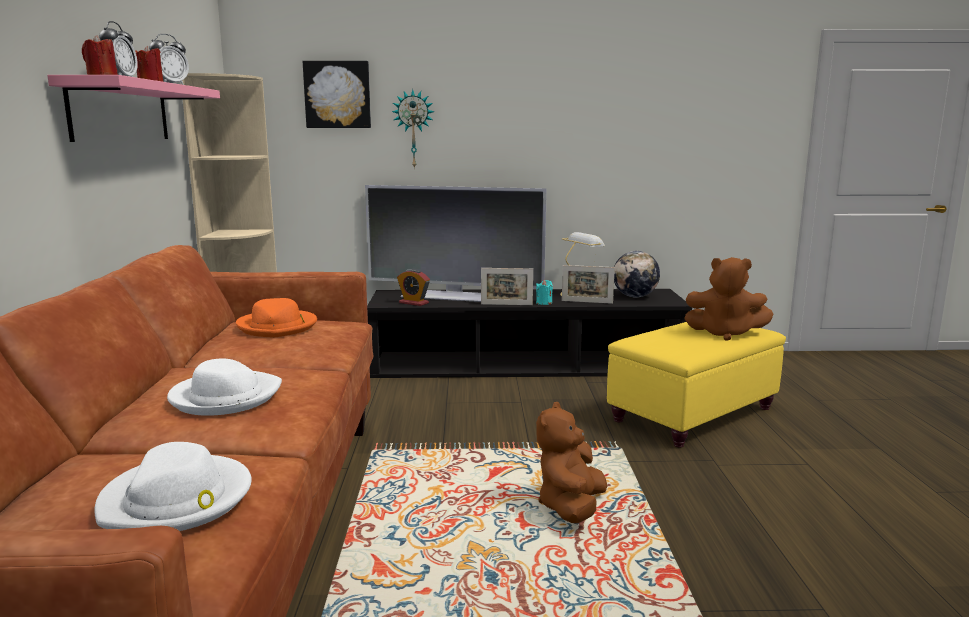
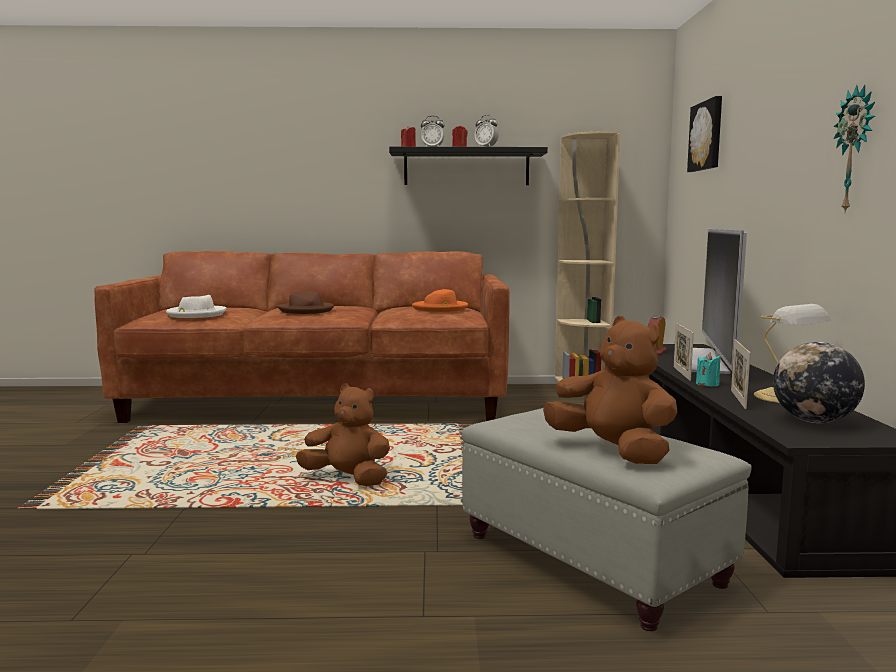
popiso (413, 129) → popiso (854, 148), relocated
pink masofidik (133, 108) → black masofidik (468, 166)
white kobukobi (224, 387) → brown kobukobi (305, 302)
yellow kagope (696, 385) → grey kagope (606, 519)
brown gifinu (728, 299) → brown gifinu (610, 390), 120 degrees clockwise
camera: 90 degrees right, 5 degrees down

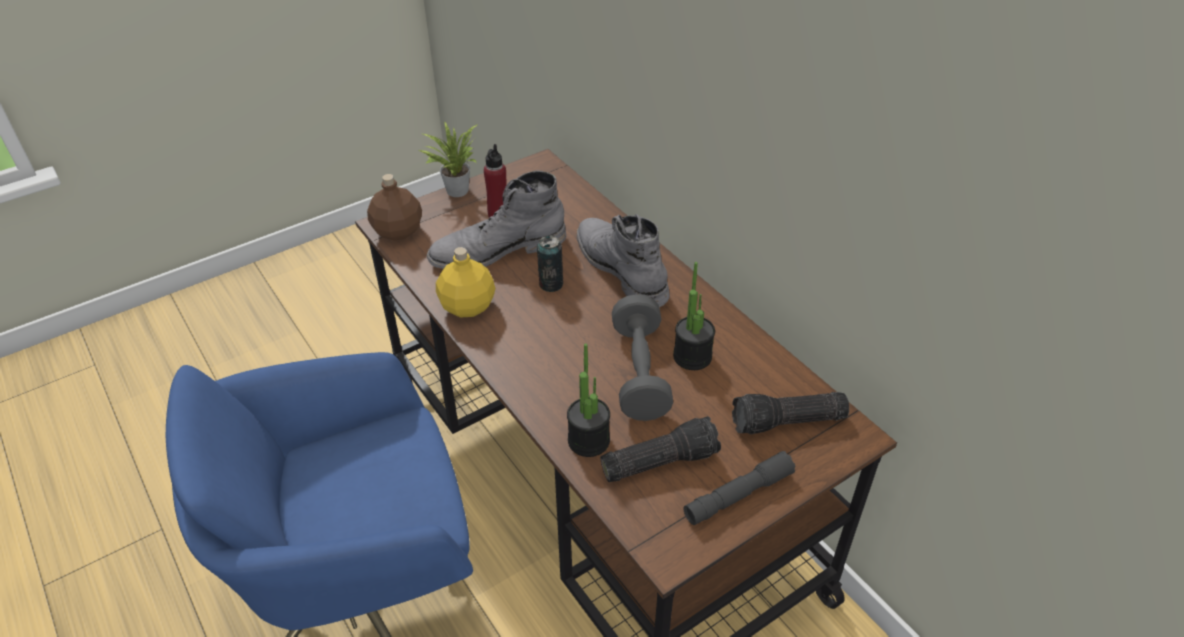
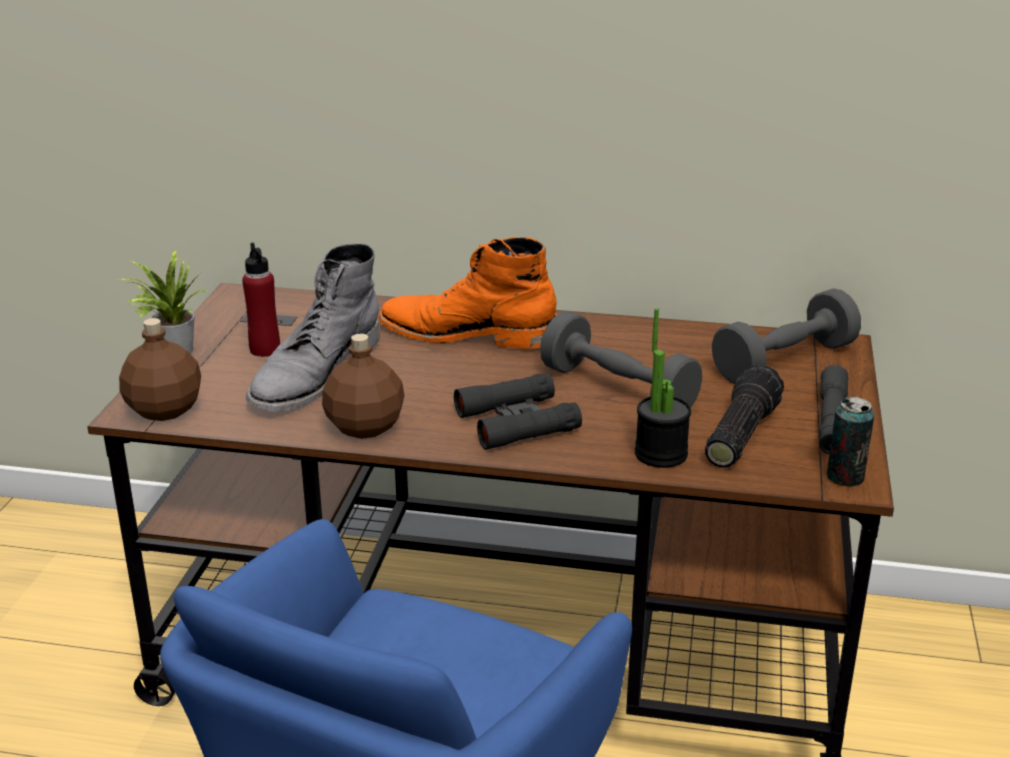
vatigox (694, 316) → -
- → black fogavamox (518, 411)
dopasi (550, 263) → dopasi (850, 442), relocated
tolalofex (790, 413) → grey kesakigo (786, 336)
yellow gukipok (465, 282) → brown gukipok (363, 386)
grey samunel (623, 260) → orange samunel (468, 293)
camera: 45 degrees left, 15 degrees down

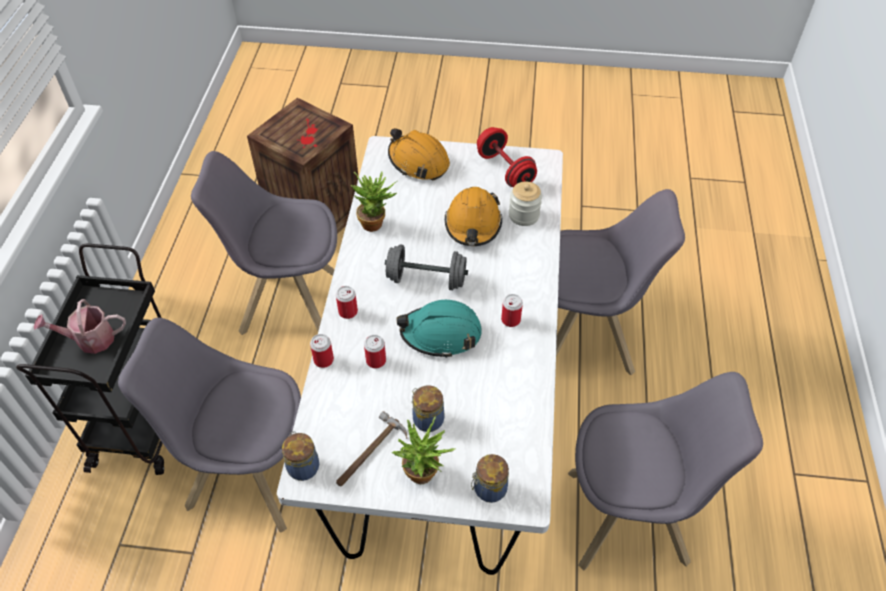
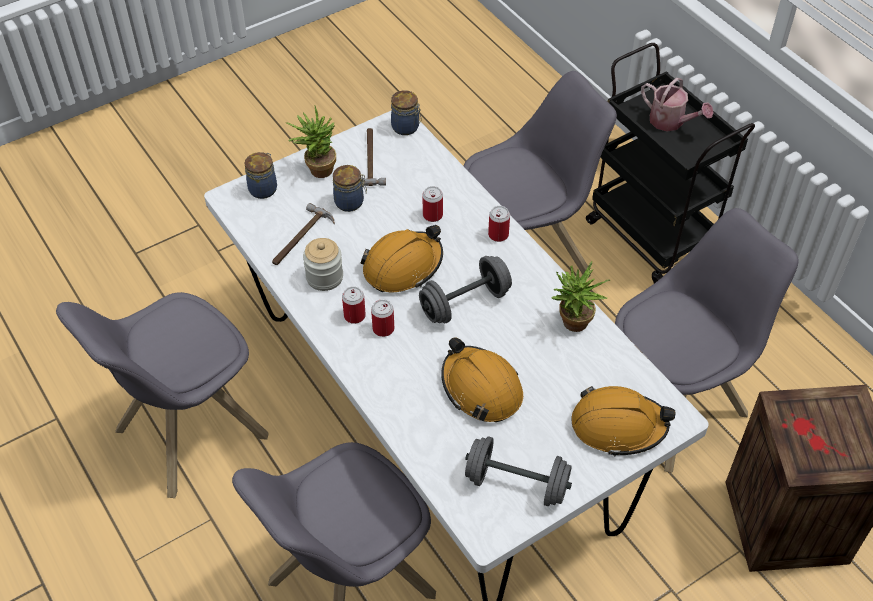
- → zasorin (303, 234)
dopasi (322, 351) → dopasi (382, 318), relocated
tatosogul (525, 204) → tatosogul (323, 264), relocated
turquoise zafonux (439, 329) → orange zafonux (402, 258)
red kesakigo (507, 157) → grey kesakigo (518, 471)
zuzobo (80, 326) → zuzobo (677, 104), 90 degrees clockwise
camera: 140 degrees right, 0 degrees up

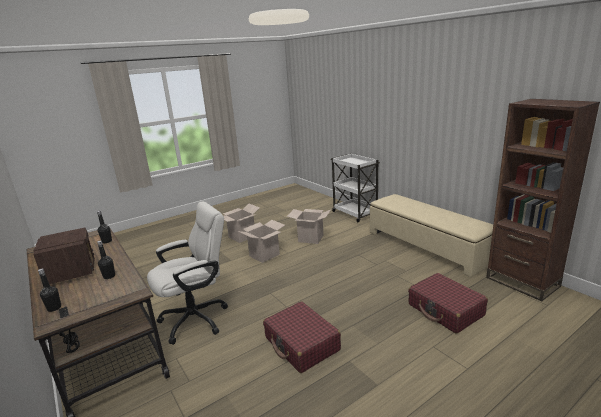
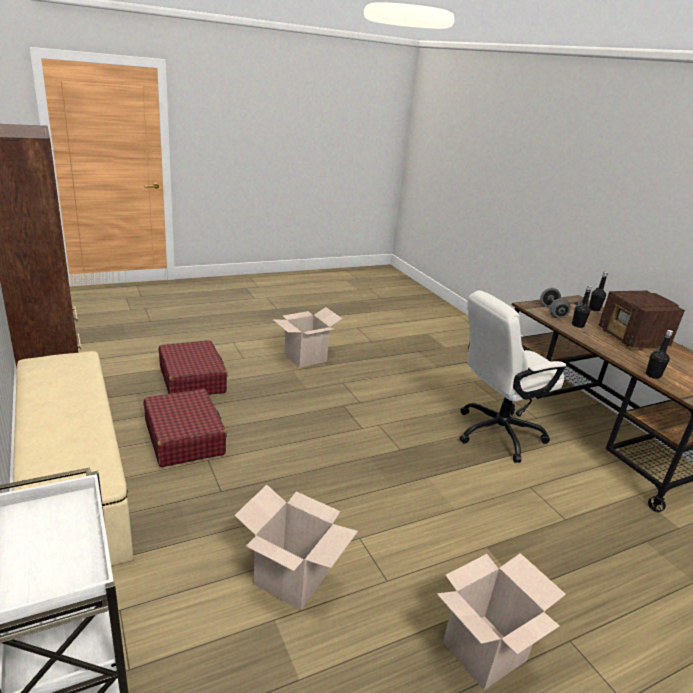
- → grey kesakigo (555, 303)
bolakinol (261, 241) → bolakinol (307, 337), relocated
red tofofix (302, 337) → red tofofix (185, 428), relocated
camera: 175 degrees left, 5 degrees up

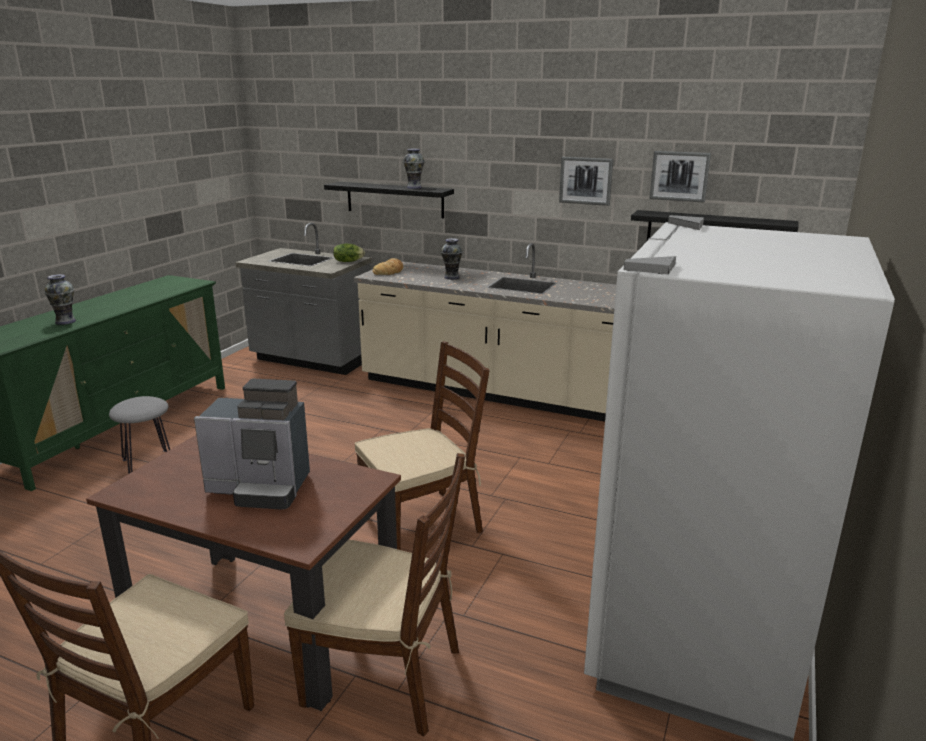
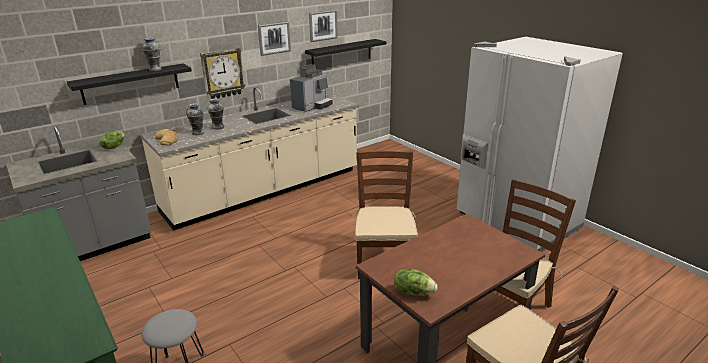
- → popiso (222, 73)
- → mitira (416, 282)
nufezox (60, 299) → nufezox (195, 119), relocated
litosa (252, 444) → litosa (311, 88), relocated
camera: 60 degrees left, 5 degrees up

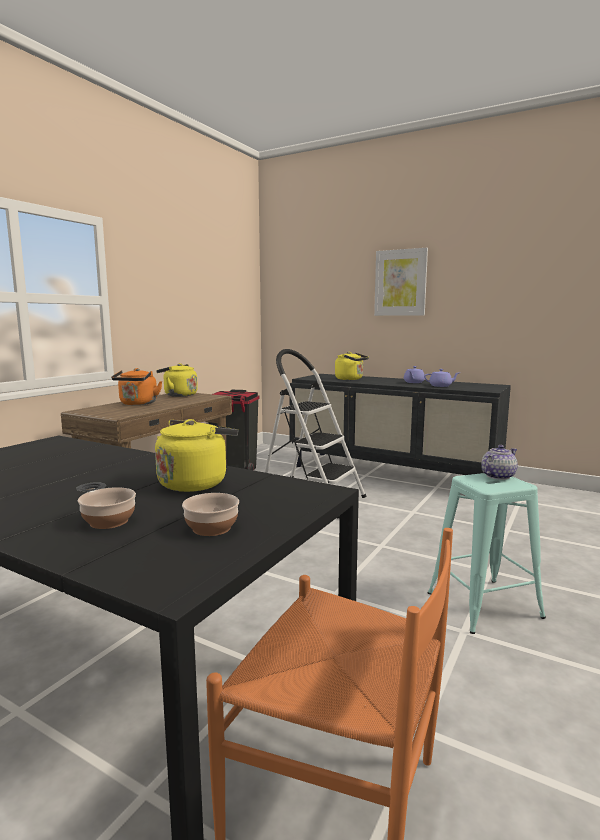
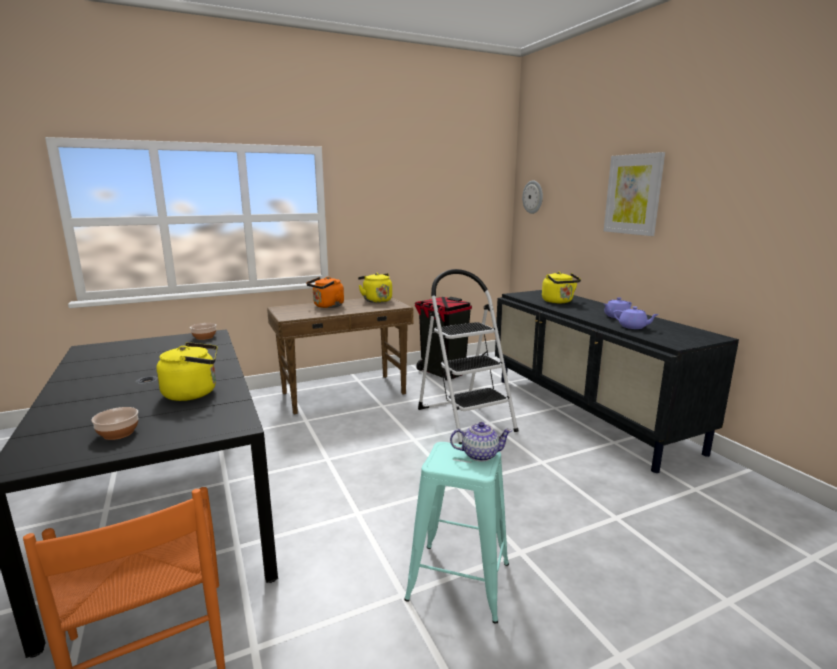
- → popiso (532, 197)
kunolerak (107, 508) → kunolerak (203, 331), relocated
camera: 35 degrees right, 5 degrees up

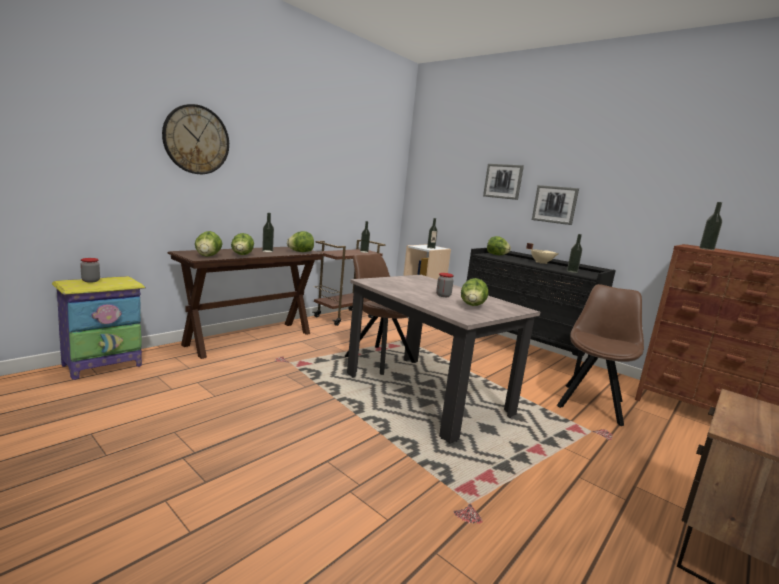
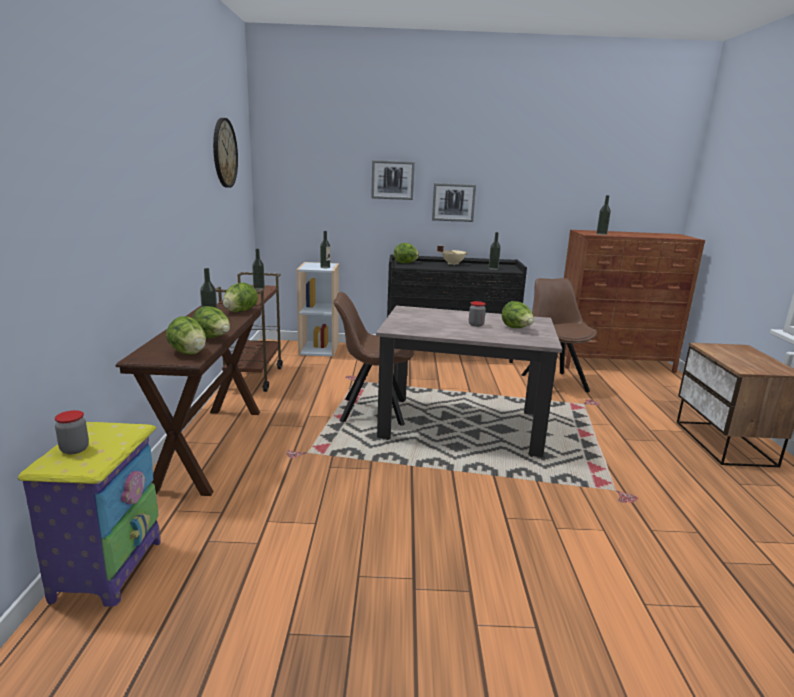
popiso (195, 139) → popiso (225, 153), relocated
camera: 40 degrees left, 5 degrees up

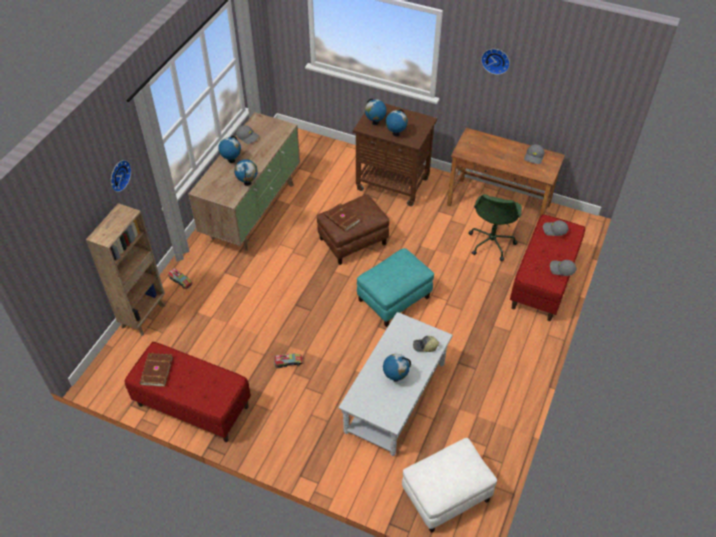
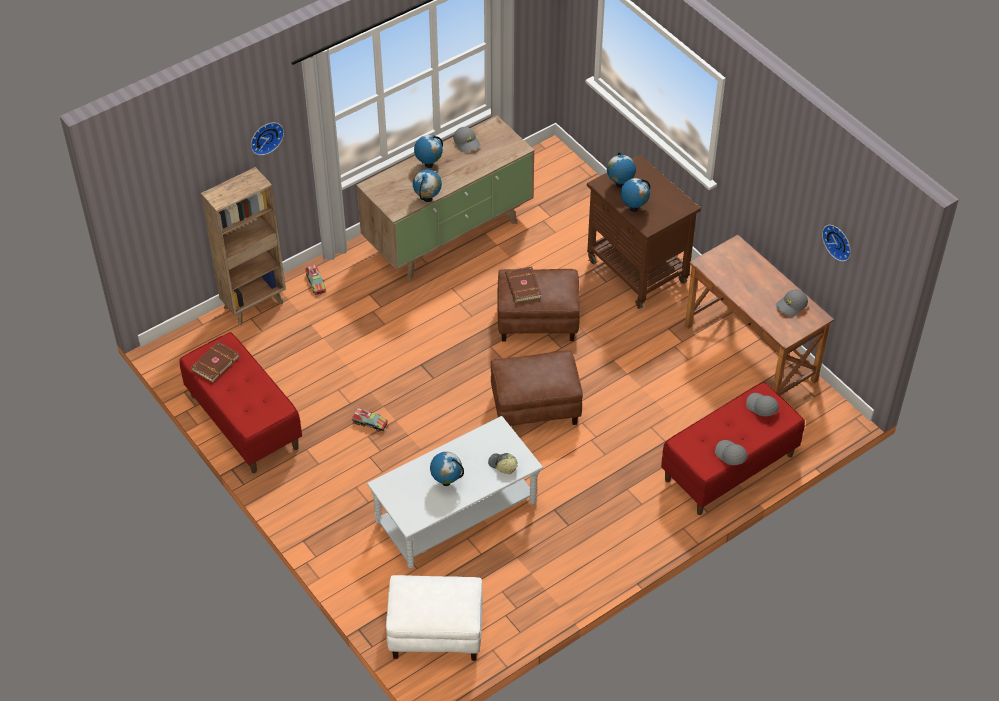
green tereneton (495, 227) → -
popiso (495, 62) → popiso (836, 243), relocated
turquoise kagope (395, 287) → brown kagope (537, 388)
camera: 30 degrees right, 0 degrees up

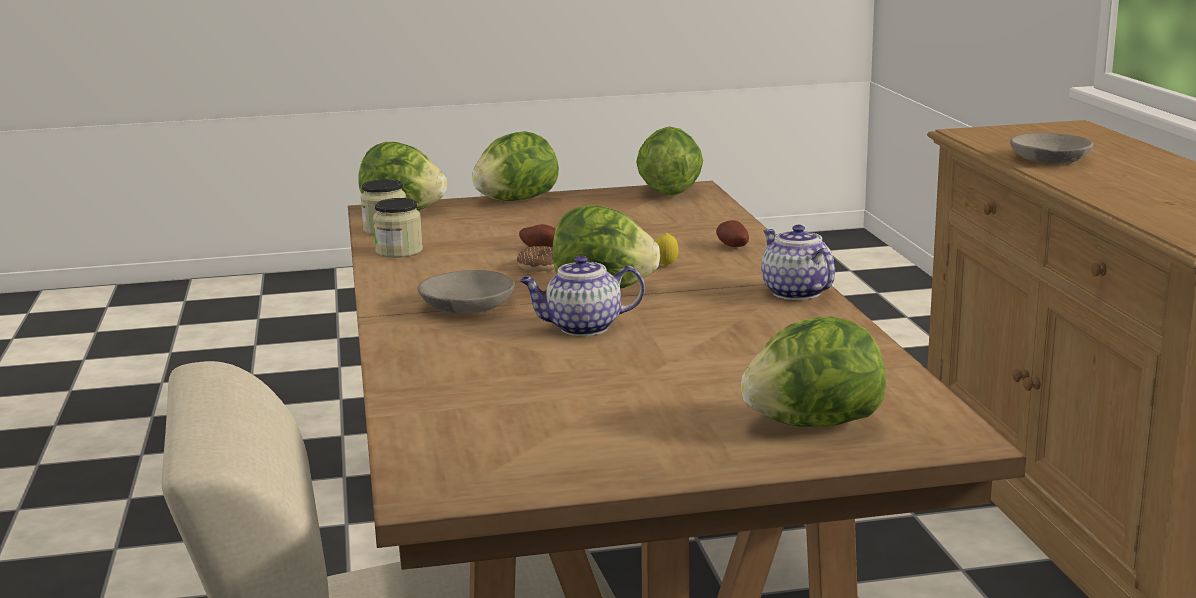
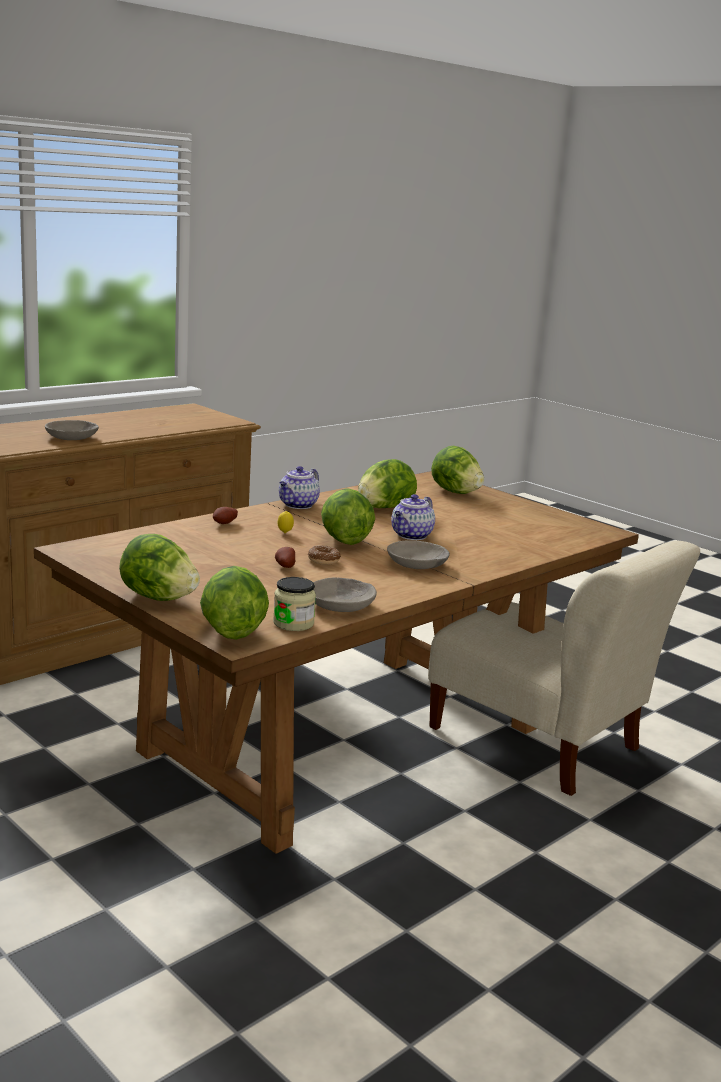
mitira (669, 161) → mitira (387, 483), relocated
tatosogul (398, 228) → grey kunolerak (345, 594)
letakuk (582, 295) → letakuk (413, 517), 75 degrees clockwise
camera: 125 degrees left, 0 degrees up

